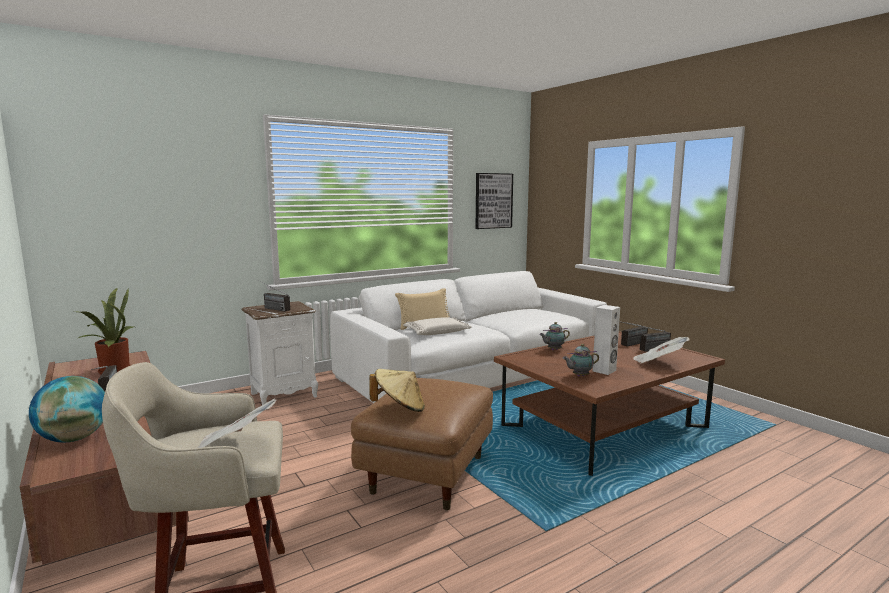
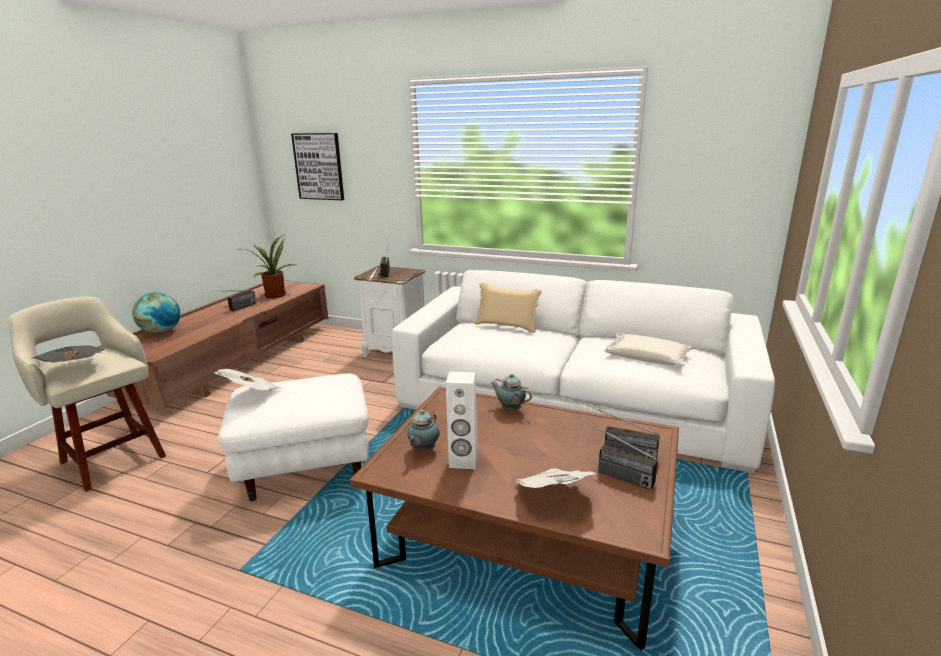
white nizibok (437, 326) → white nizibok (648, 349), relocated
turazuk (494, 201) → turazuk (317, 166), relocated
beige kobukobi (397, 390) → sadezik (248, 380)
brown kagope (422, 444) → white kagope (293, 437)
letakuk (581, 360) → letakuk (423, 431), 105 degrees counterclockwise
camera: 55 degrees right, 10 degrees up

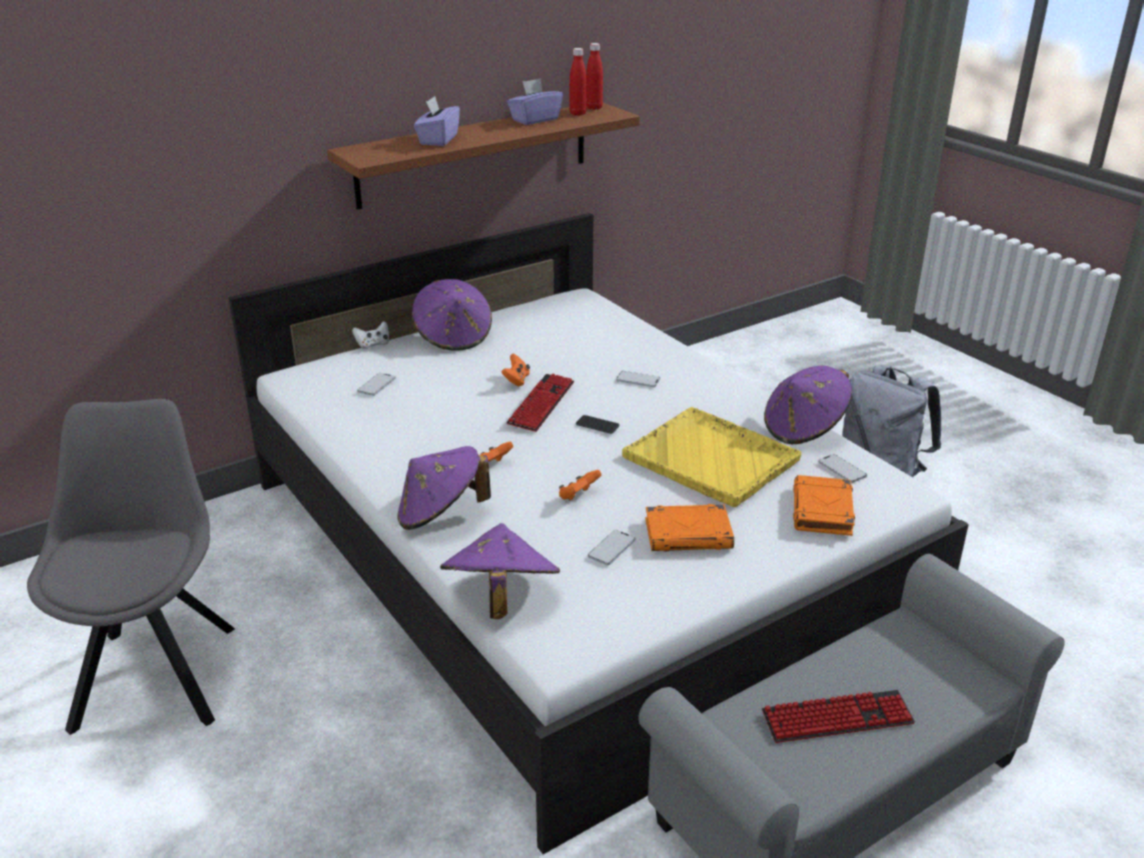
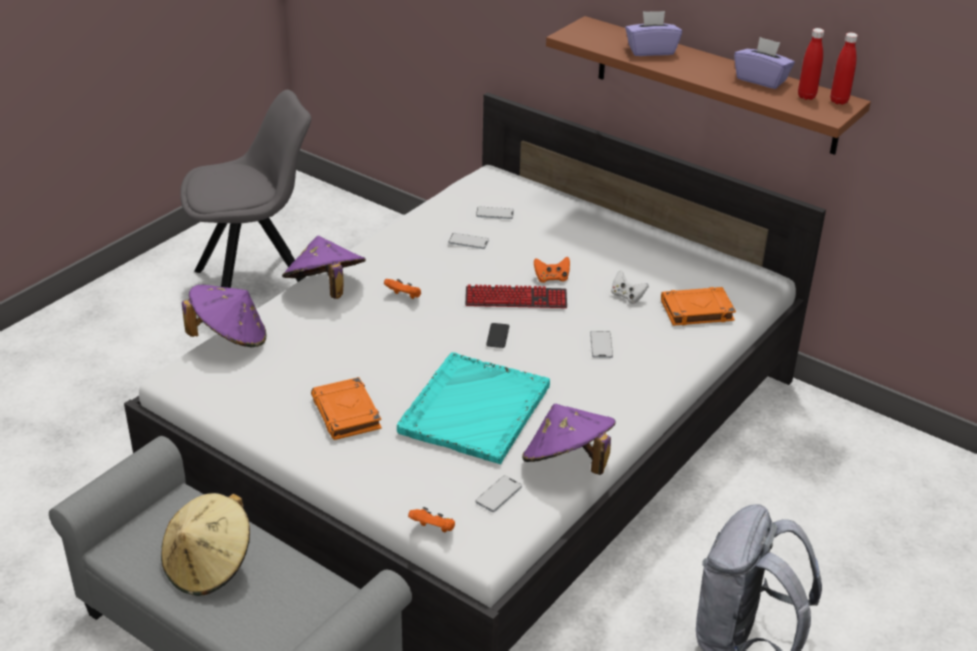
purple kobukobi (452, 315) → -
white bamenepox (370, 335) → white bamenepox (630, 287), relocated
orange bamenepox (580, 485) → orange bamenepox (431, 520), relocated
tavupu (611, 547) → tavupu (468, 241), relocated
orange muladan (824, 505) → orange muladan (698, 306), relocated
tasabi (838, 716) → beige kobukobi (205, 544)
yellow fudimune (711, 457) → turquoise fudimune (473, 408)
camera: 70 degrees right, 5 degrees up

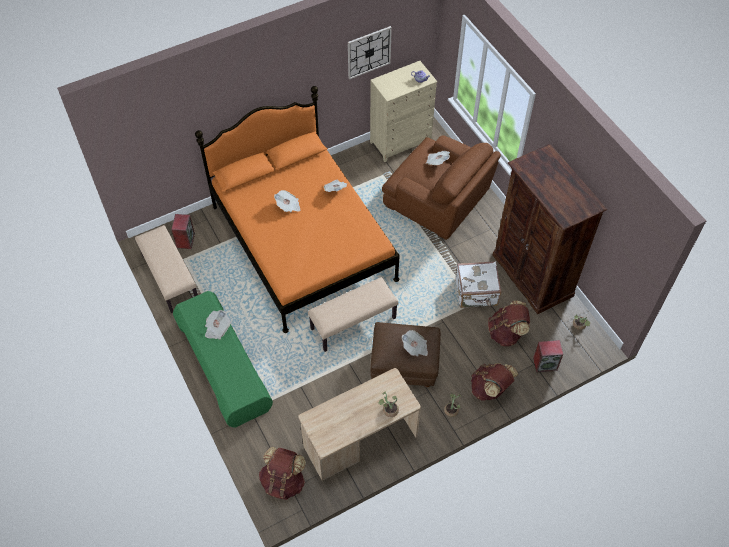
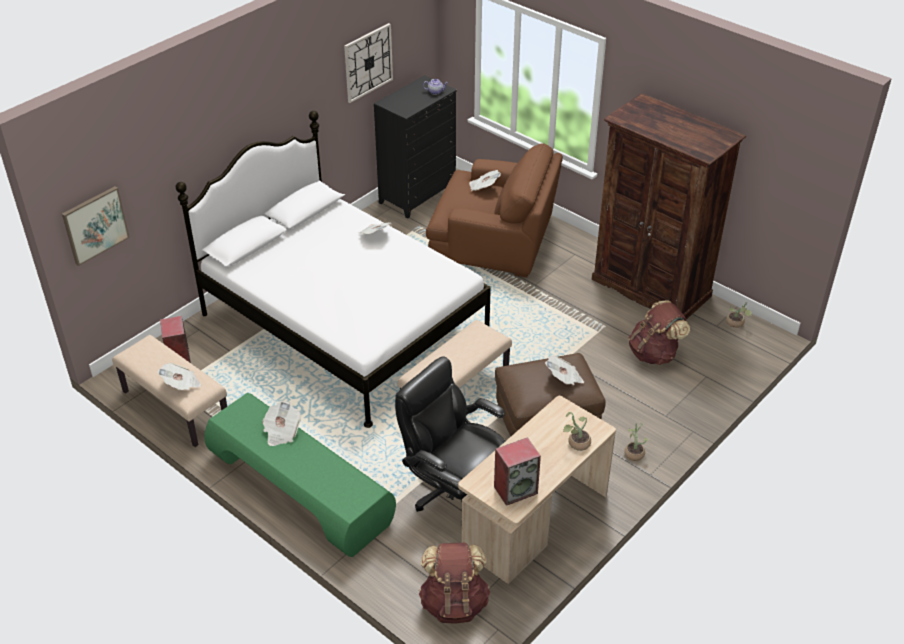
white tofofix (478, 284) → -
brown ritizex (494, 382) → -
- → turazuk (96, 226)
- → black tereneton (450, 441)
sadezik (287, 201) → sadezik (179, 376), relocated
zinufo (548, 356) → zinufo (517, 471), relocated
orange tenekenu (297, 209) → white tenekenu (333, 269)
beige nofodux (403, 111) → black nofodux (415, 147)
camera: 20 degrees left, 15 degrees down

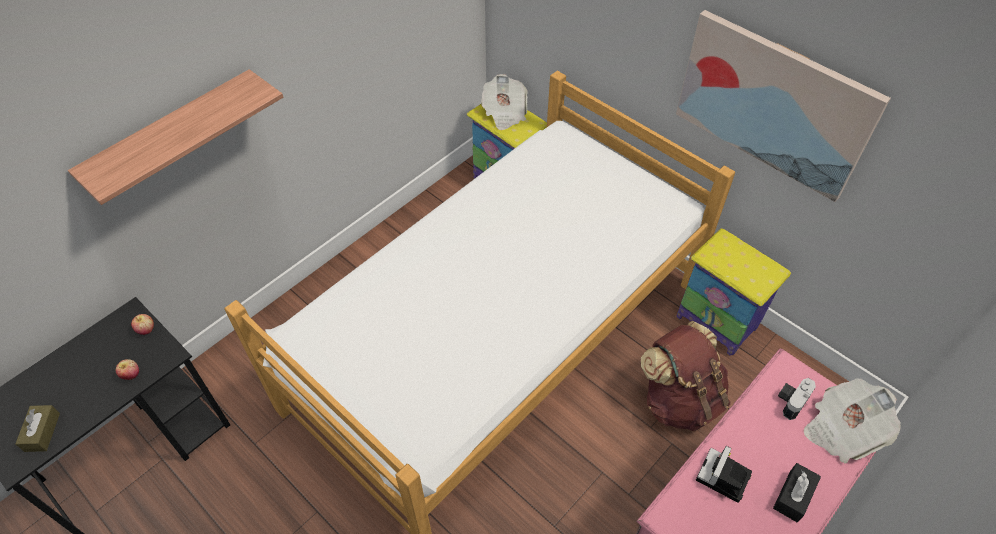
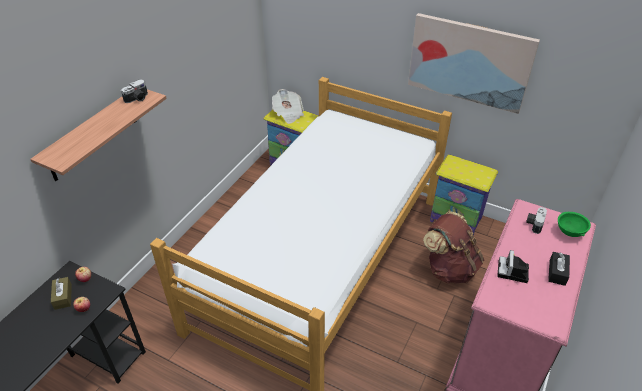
- → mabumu (134, 91)
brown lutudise (37, 428) → brown lutudise (61, 293), relocated
sadezik (852, 421) → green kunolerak (574, 224)
camera: 15 degrees left, 10 degrees down

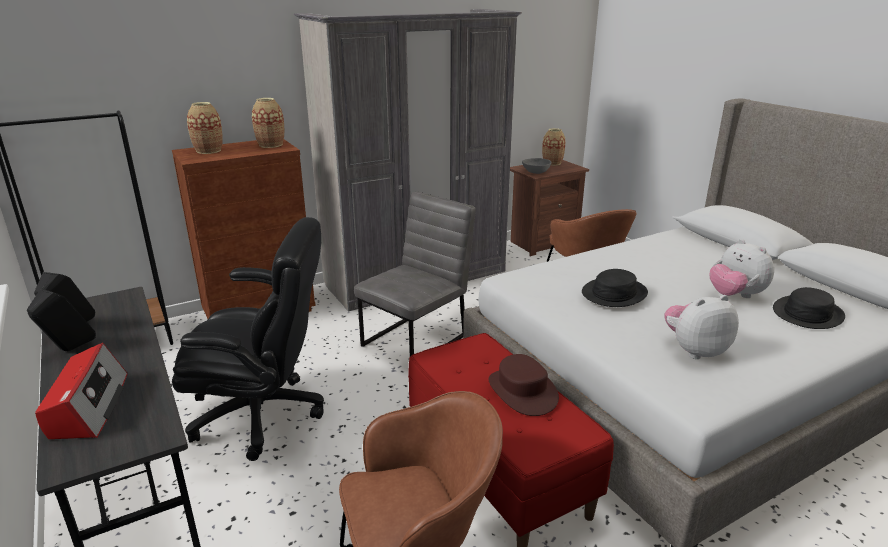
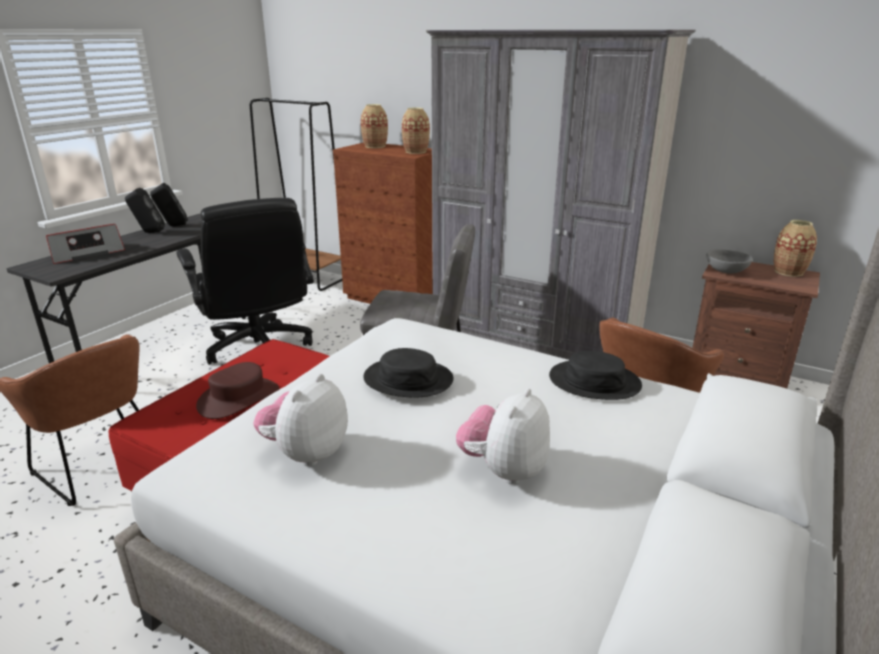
black kobukobi (809, 308) → black kobukobi (595, 375), relocated
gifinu (701, 327) → gifinu (300, 420), 105 degrees counterclockwise
camera: 60 degrees right, 0 degrees up

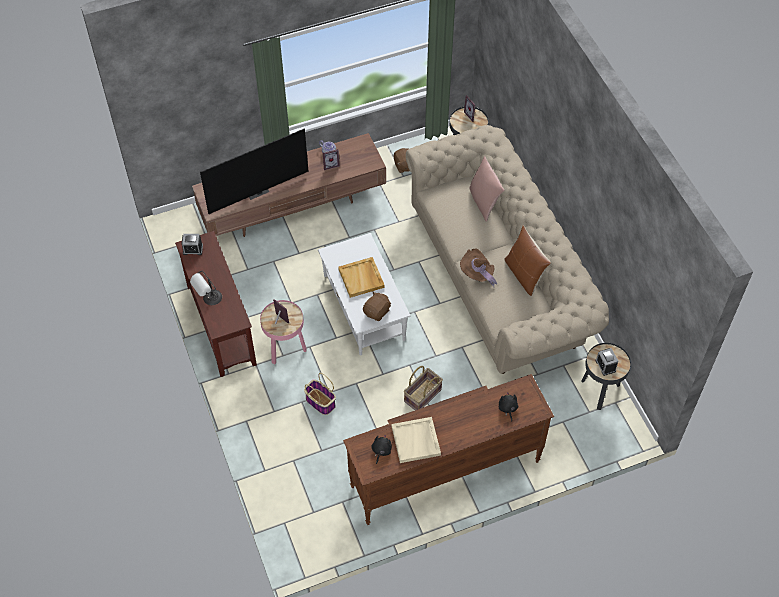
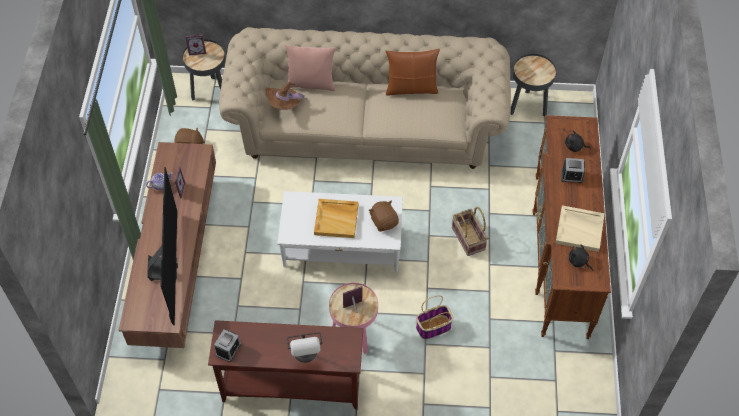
brown kobukobi (478, 267) → brown kobukobi (285, 96), relocated
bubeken (606, 362) → bubeken (573, 170), relocated
camera: 65 degrees left, 0 degrees up

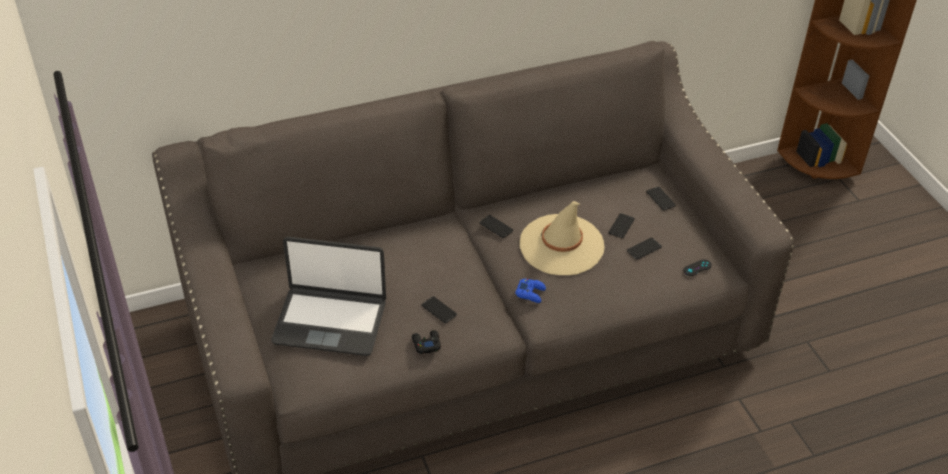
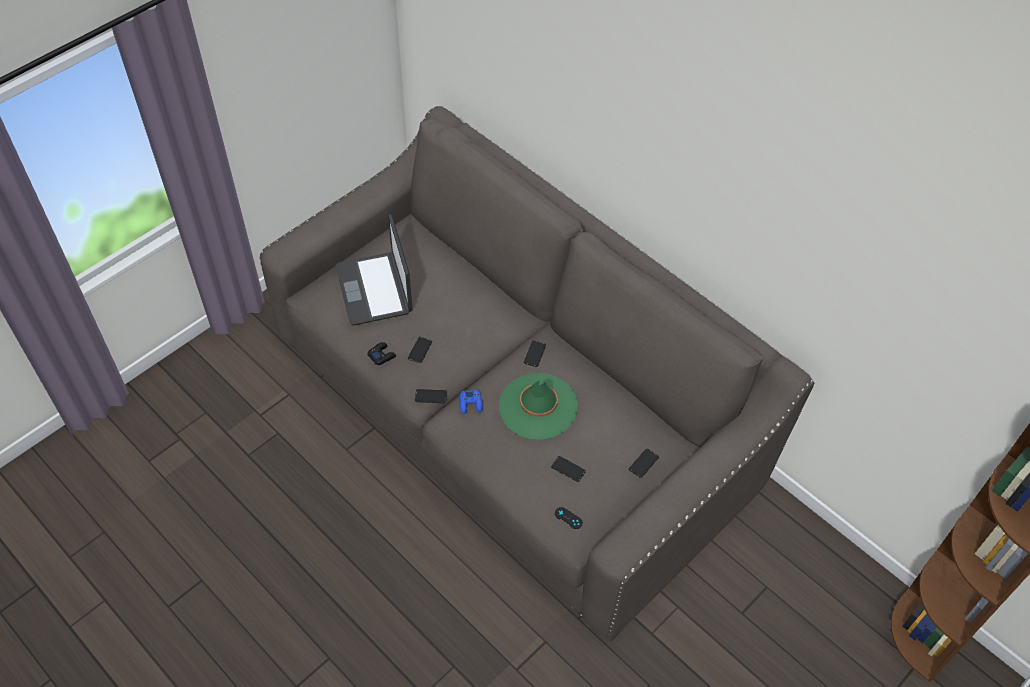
tavupu (621, 225) → tavupu (431, 396), relocated
beige kobukobi (562, 238) → green kobukobi (538, 406)
camera: 65 degrees right, 10 degrees up

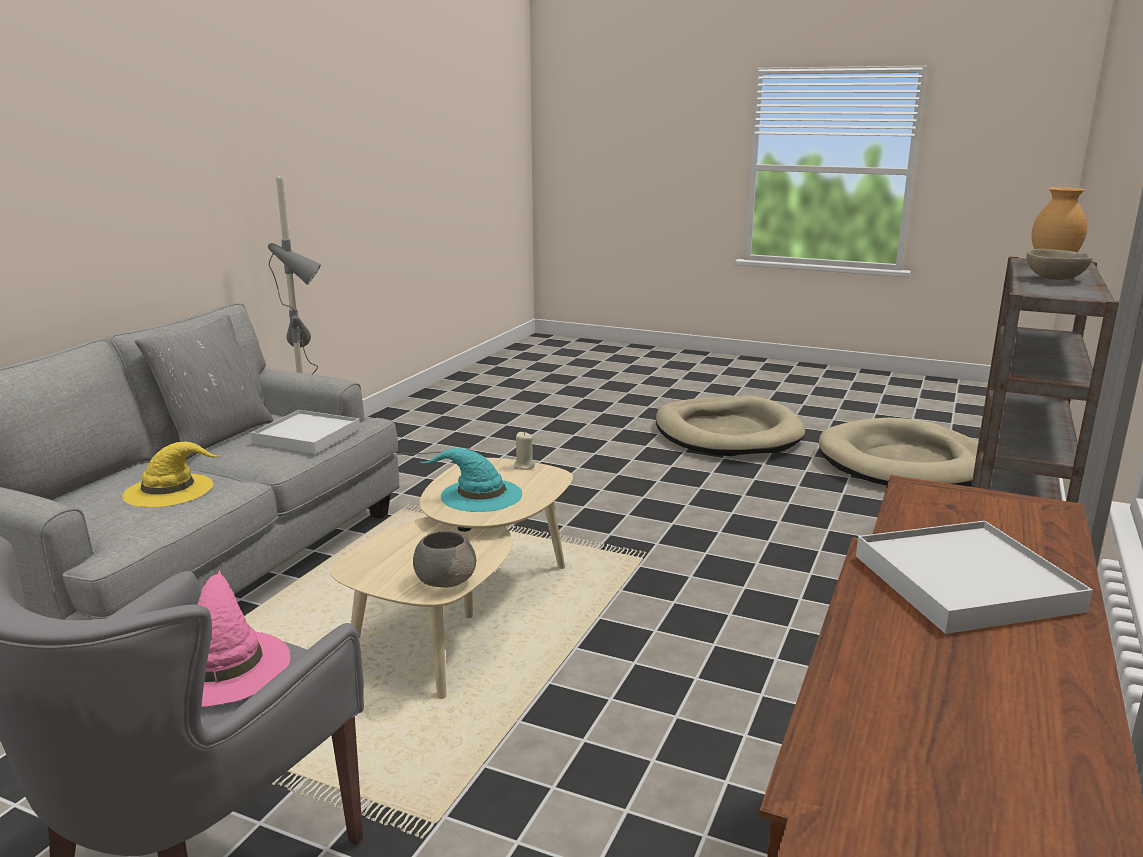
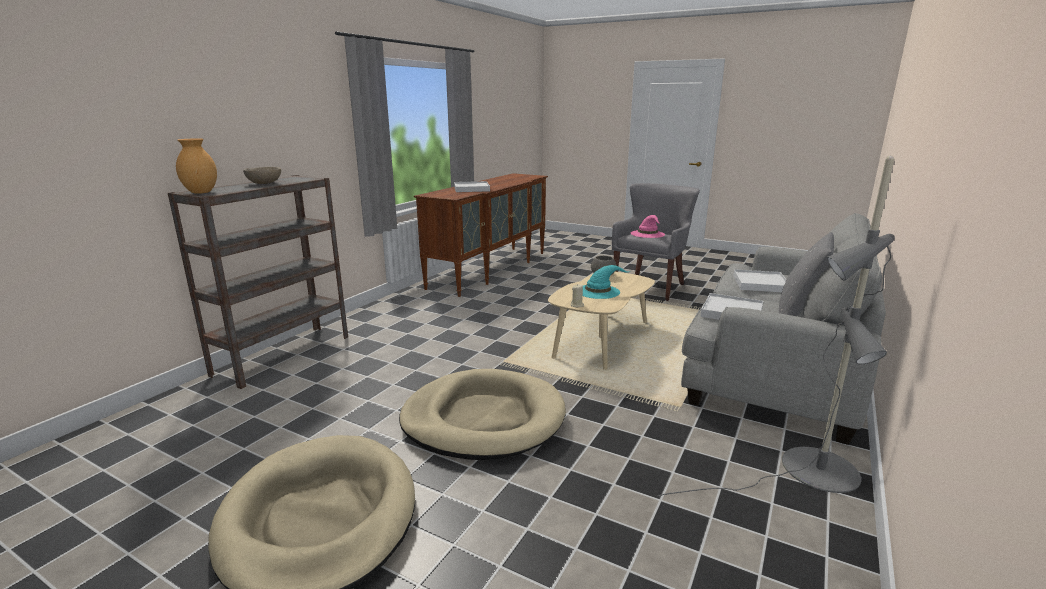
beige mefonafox (898, 452) → beige mefonafox (482, 414), relocated
yellow kobukobi (171, 474) → white fudimune (760, 280)
camera: 175 degrees left, 0 degrees up

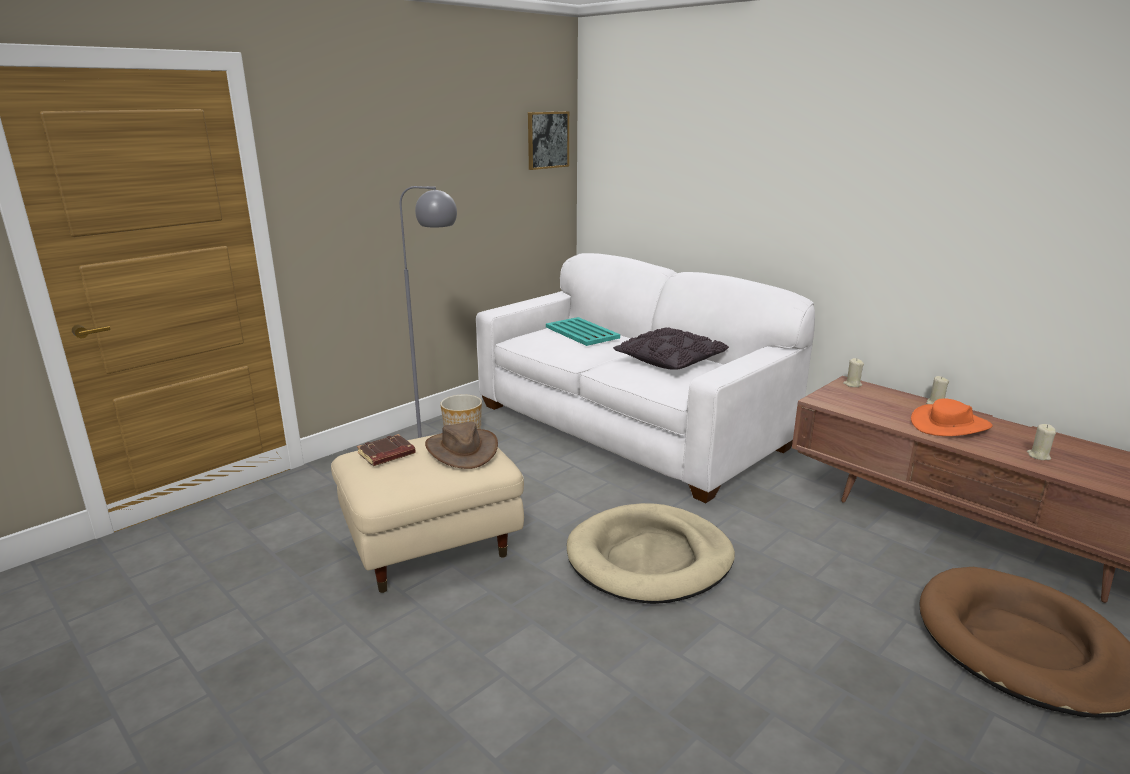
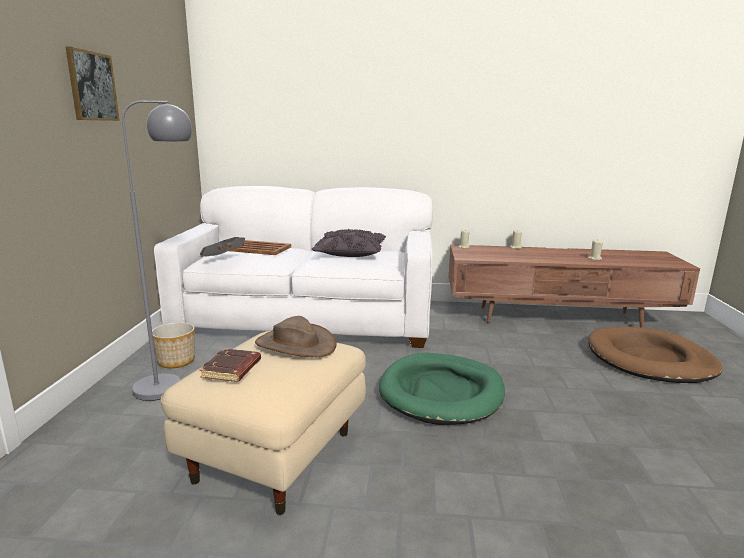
orange kobukobi (952, 417) → -
- → sadezik (223, 247)
turazuk (548, 140) → turazuk (92, 83), relocated
turquoise fudimune (583, 331) → brown fudimune (260, 247)
beige mefonafox (651, 553) → green mefonafox (442, 389)
camera: 40 degrees left, 5 degrees down

